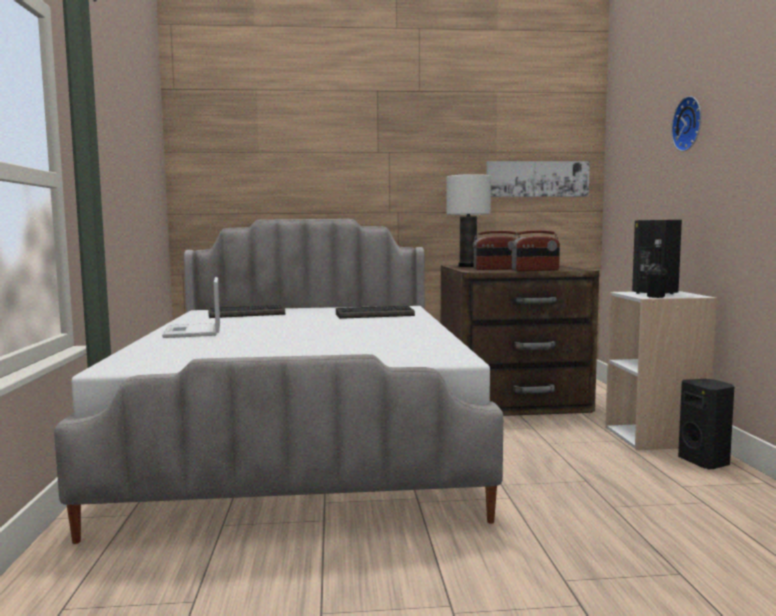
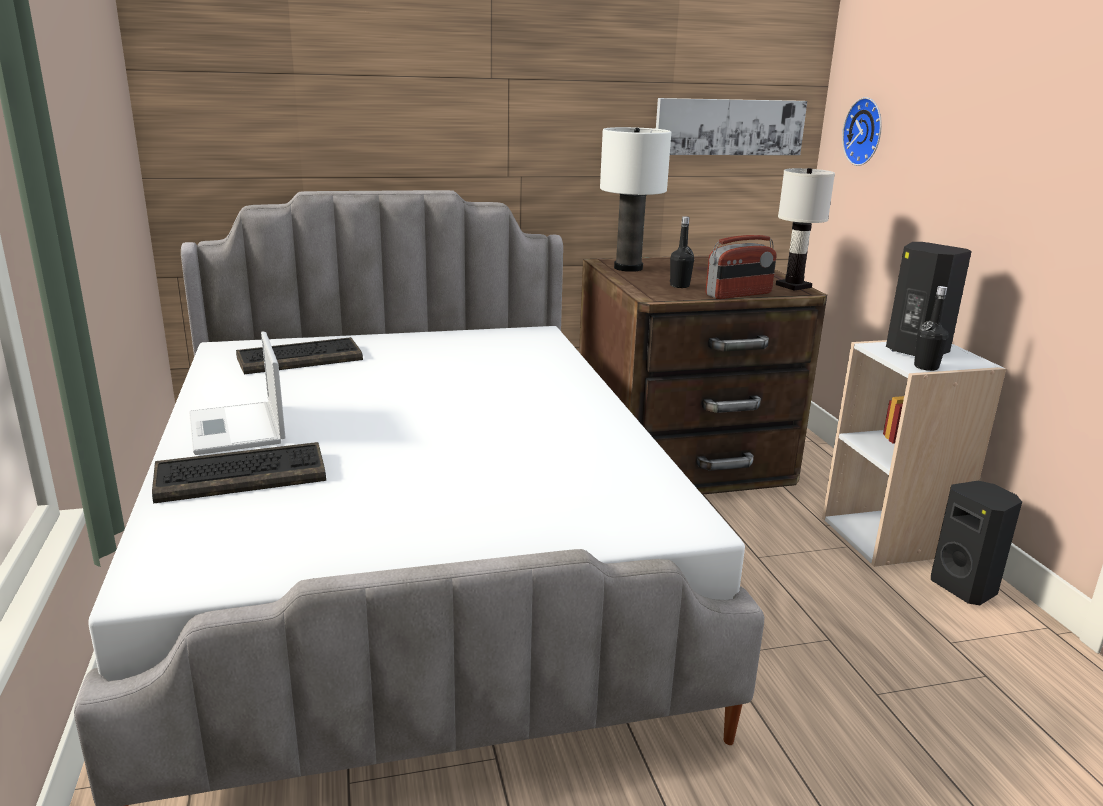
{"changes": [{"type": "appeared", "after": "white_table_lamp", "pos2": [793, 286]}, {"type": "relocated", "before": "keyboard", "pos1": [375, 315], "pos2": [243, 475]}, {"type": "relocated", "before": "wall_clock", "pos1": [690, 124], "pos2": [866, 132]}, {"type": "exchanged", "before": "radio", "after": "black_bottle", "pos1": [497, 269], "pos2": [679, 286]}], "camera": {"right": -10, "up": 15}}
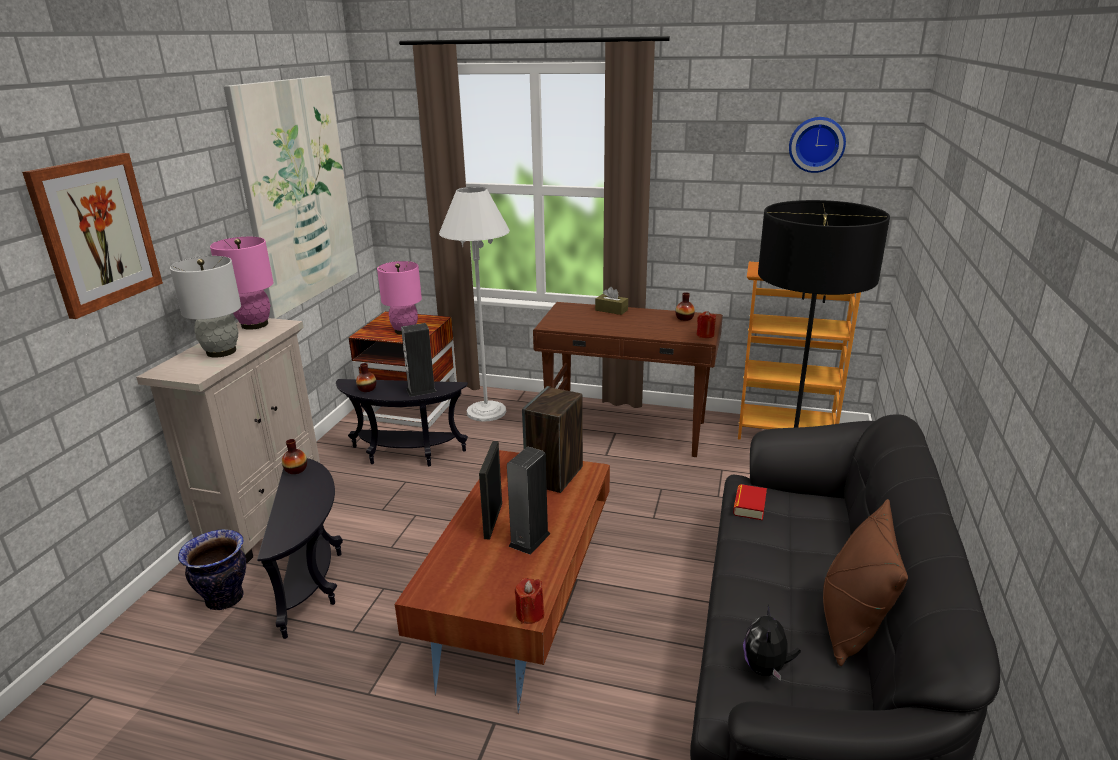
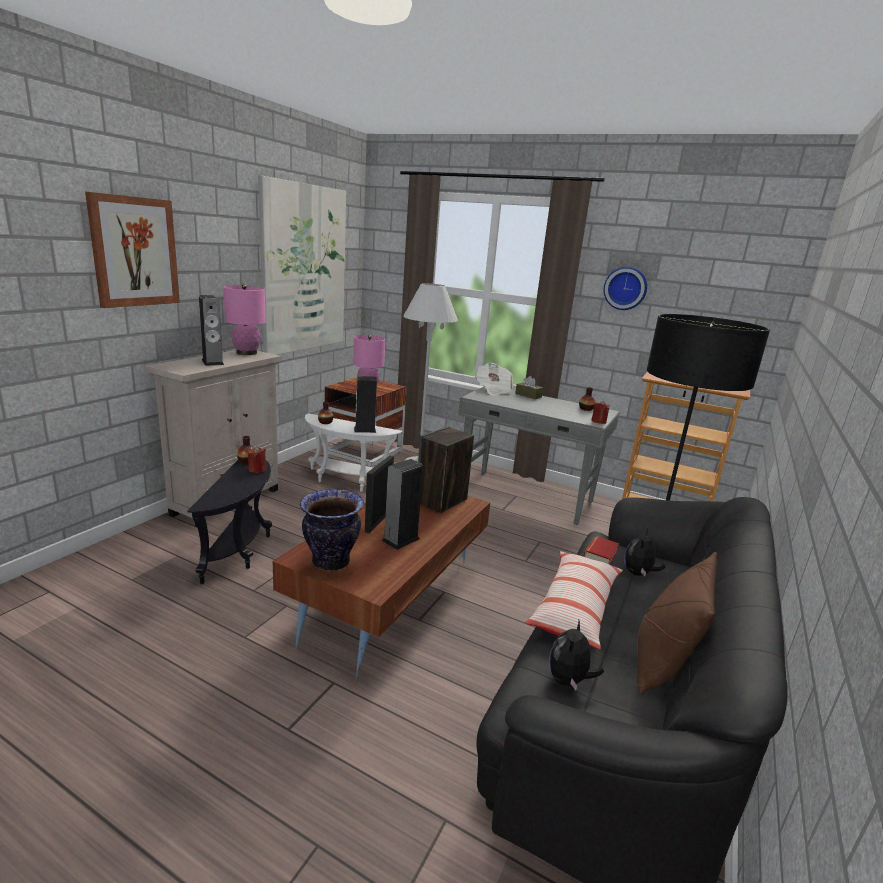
{"changes": [{"type": "appeared", "after": "newspaper", "pos2": [493, 390]}, {"type": "appeared", "after": "pillow", "pos2": [575, 608]}, {"type": "appeared", "after": "plush_toy", "pos2": [638, 573]}, {"type": "relocated", "before": "vase", "pos1": [224, 599], "pos2": [330, 562]}, {"type": "relocated", "before": "red_candle", "pos1": [530, 614], "pos2": [257, 469]}, {"type": "relocated", "before": "wall_clock", "pos1": [816, 144], "pos2": [625, 288]}, {"type": "exchanged", "before": "white_table_lamp", "after": "speaker", "pos1": [221, 351], "pos2": [212, 362]}, {"type": "colour", "before": "black_side_table", "after": "white_side_table", "pos1": [405, 455], "pos2": [346, 481]}, {"type": "colour", "before": "brown_console_table", "after": "grey_console_table", "pos1": [628, 430], "pos2": [526, 496]}], "camera": {"right": 10, "up": -5}}
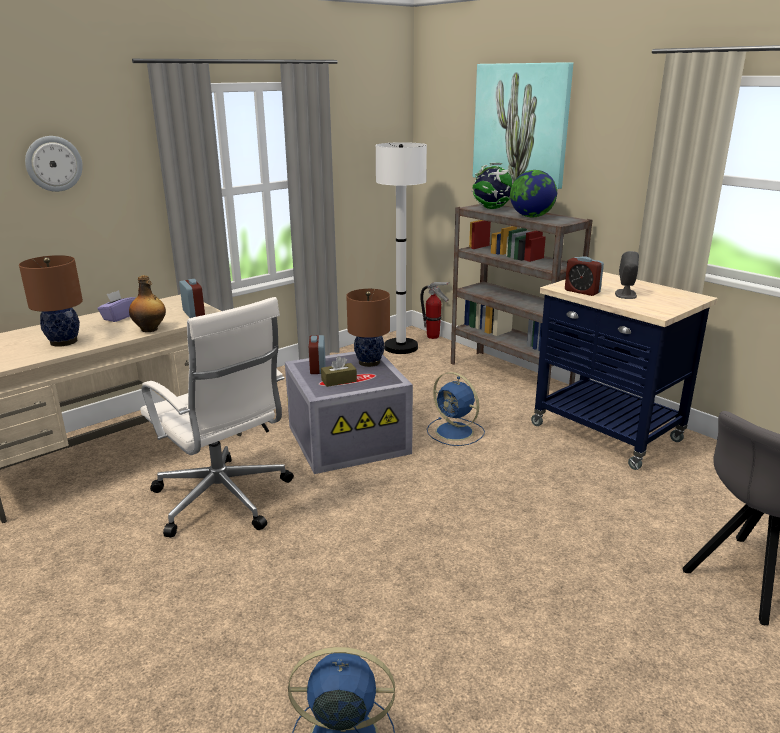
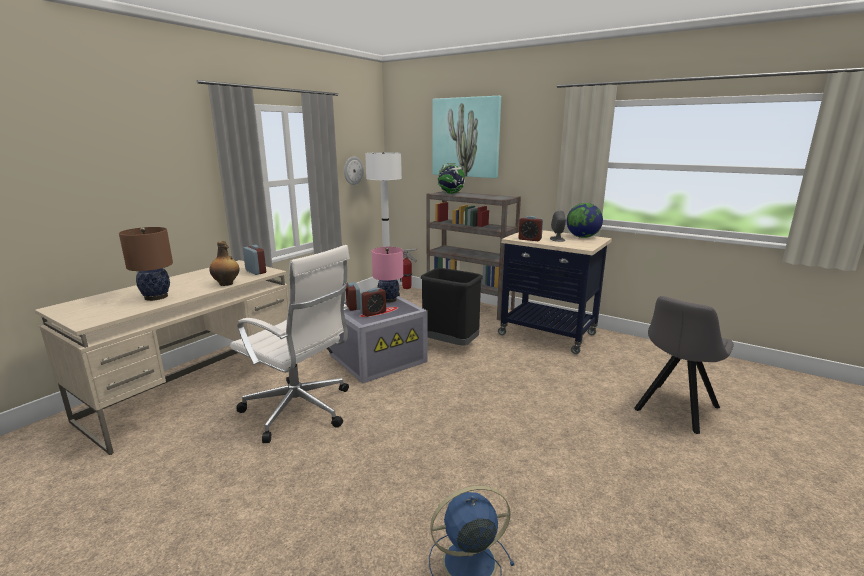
{"changes": [{"type": "missing", "before": "purple_tissue_box", "pos1": [119, 317]}, {"type": "relocated", "before": "wall_clock", "pos1": [53, 163], "pos2": [353, 170]}, {"type": "relocated", "before": "globe", "pos1": [531, 217], "pos2": [582, 237]}, {"type": "exchanged", "before": "brown_tissue_box", "after": "alarm_clock", "pos1": [339, 381], "pos2": [373, 313]}, {"type": "exchanged", "before": "blue_fan", "after": "black_trash_can", "pos1": [456, 432], "pos2": [451, 345]}, {"type": "colour", "before": "brown_table_lamp", "after": "pink_table_lamp", "pos1": [369, 362], "pos2": [388, 299]}], "camera": {"right": -15, "up": -5}}
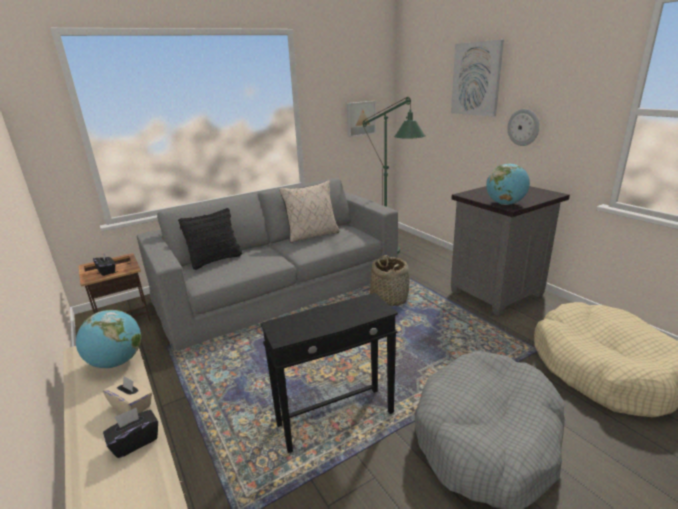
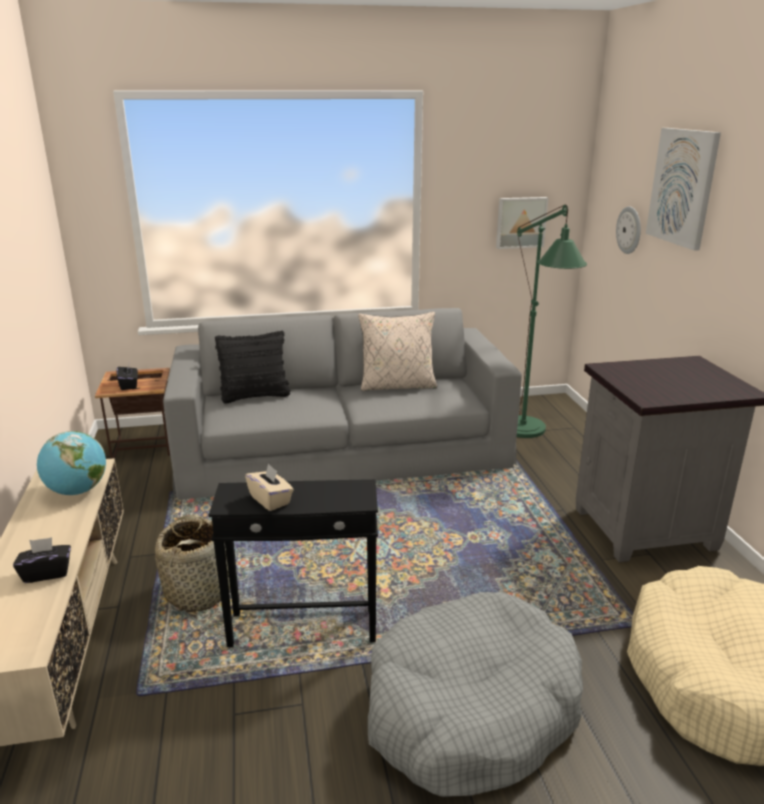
{"changes": [{"type": "missing", "before": "globe", "pos1": [505, 204]}, {"type": "relocated", "before": "beige_tissue_box", "pos1": [132, 406], "pos2": [270, 500]}, {"type": "relocated", "before": "basket", "pos1": [389, 298], "pos2": [199, 591]}, {"type": "relocated", "before": "wall_clock", "pos1": [523, 127], "pos2": [629, 230]}], "camera": {"right": 20, "up": 0}}
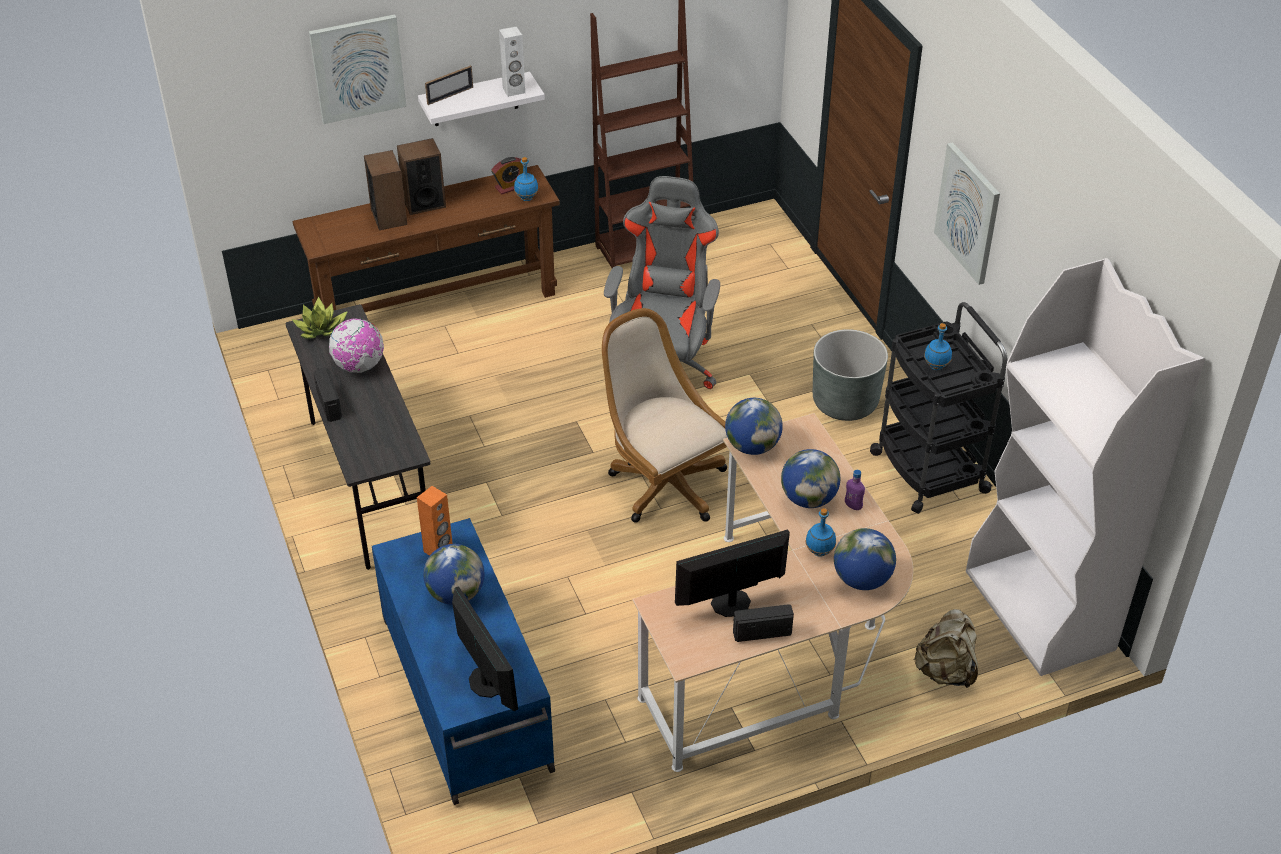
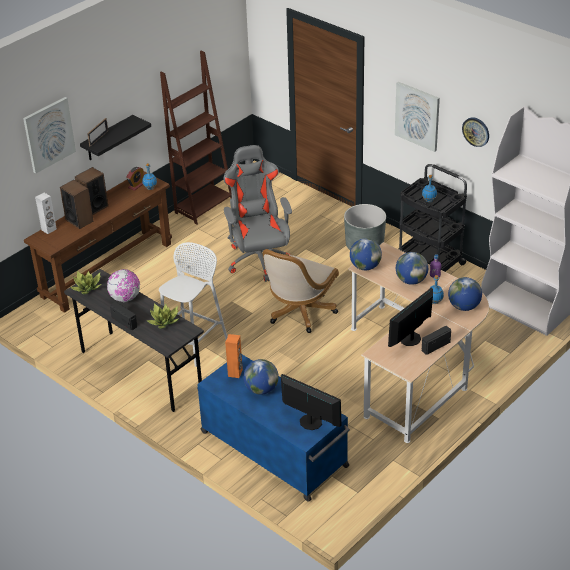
{"changes": [{"type": "missing", "before": "beige_backpack", "pos1": [945, 671]}, {"type": "appeared", "after": "potted_plant", "pos2": [164, 321]}, {"type": "appeared", "after": "white_stool", "pos2": [193, 344]}, {"type": "appeared", "after": "wall_clock", "pos2": [476, 131]}, {"type": "relocated", "before": "white_speaker", "pos1": [514, 90], "pos2": [49, 229]}, {"type": "colour", "before": "white_shelf", "after": "black_shelf", "pos1": [475, 100], "pos2": [108, 138]}, {"type": "spun", "before": "office_chair", "pos1": [663, 480], "pos2": [299, 314], "turn": -90}], "camera": {"right": -25, "up": -5}}
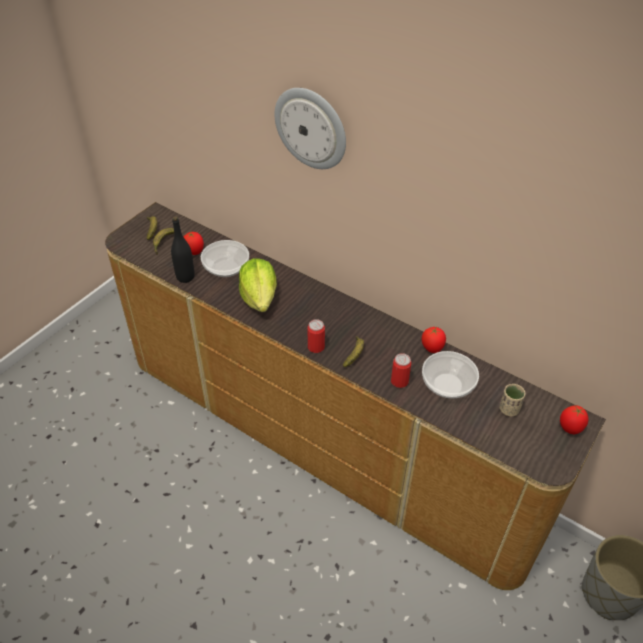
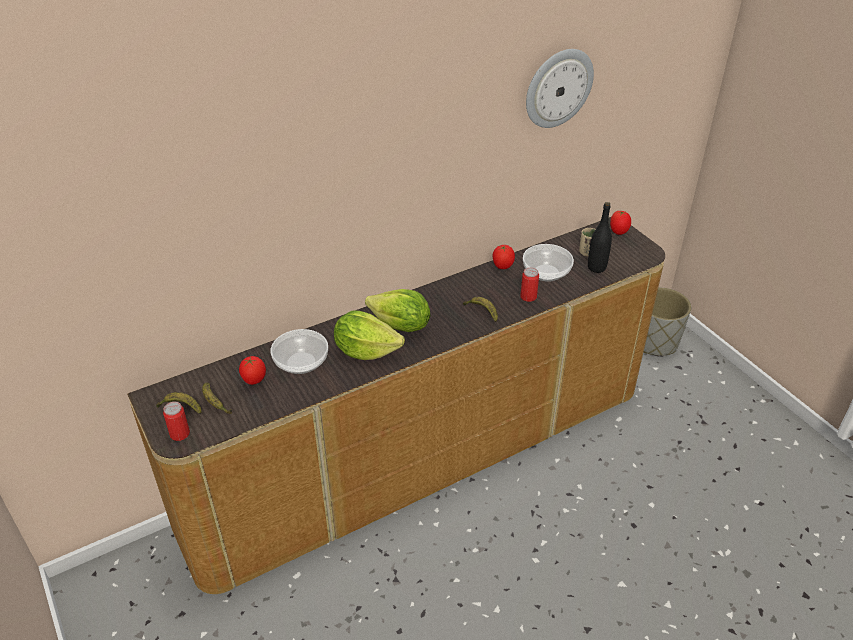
{"changes": [{"type": "appeared", "after": "lettuce", "pos2": [401, 326]}, {"type": "relocated", "before": "black_bottle", "pos1": [185, 277], "pos2": [596, 267]}, {"type": "relocated", "before": "wall_clock", "pos1": [311, 128], "pos2": [558, 88]}, {"type": "relocated", "before": "can", "pos1": [316, 347], "pos2": [180, 434]}], "camera": {"right": -65, "up": -5}}
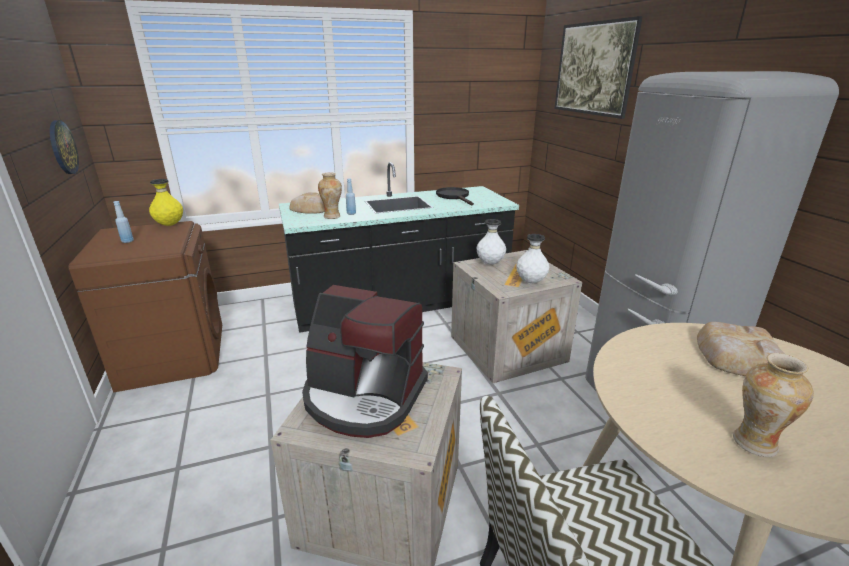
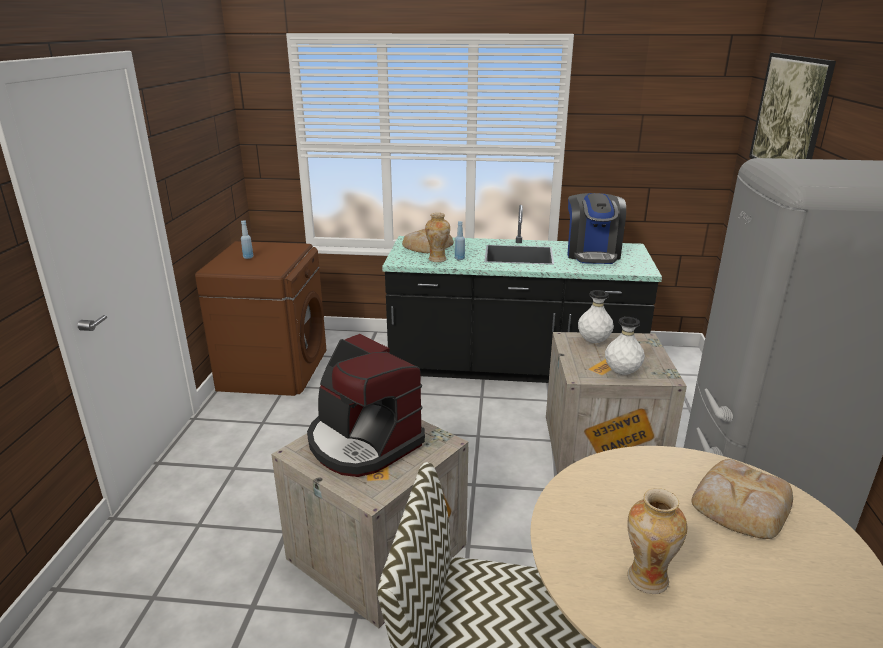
{"changes": [{"type": "missing", "before": "wall_clock", "pos1": [62, 147]}, {"type": "missing", "before": "yellow_vase", "pos1": [170, 225]}, {"type": "exchanged", "before": "black_frying_pan", "after": "coffee_machine", "pos1": [454, 197], "pos2": [592, 254]}], "camera": {"right": 25, "up": 0}}
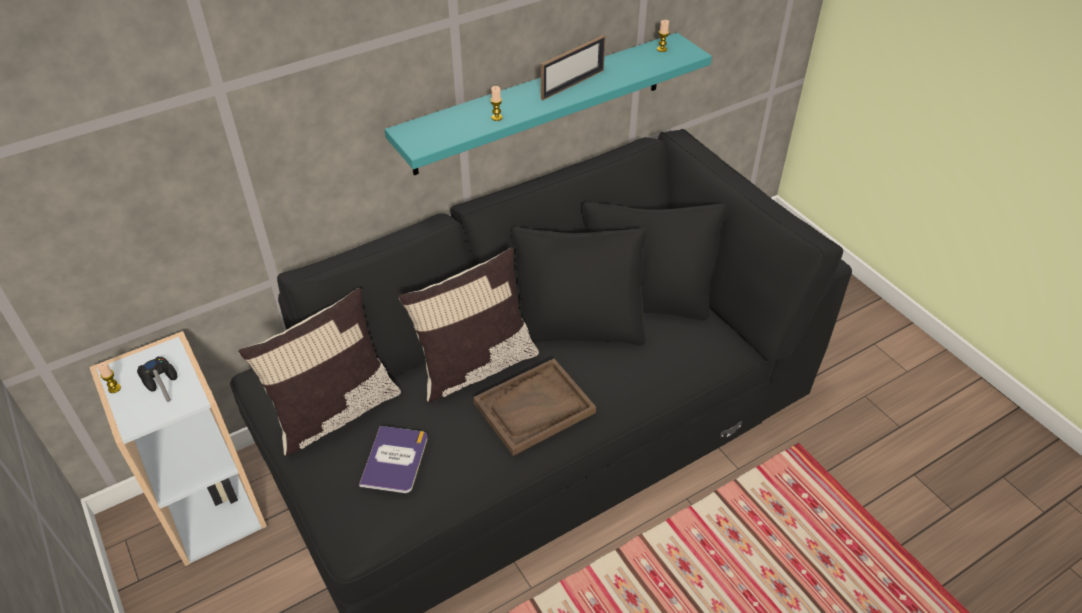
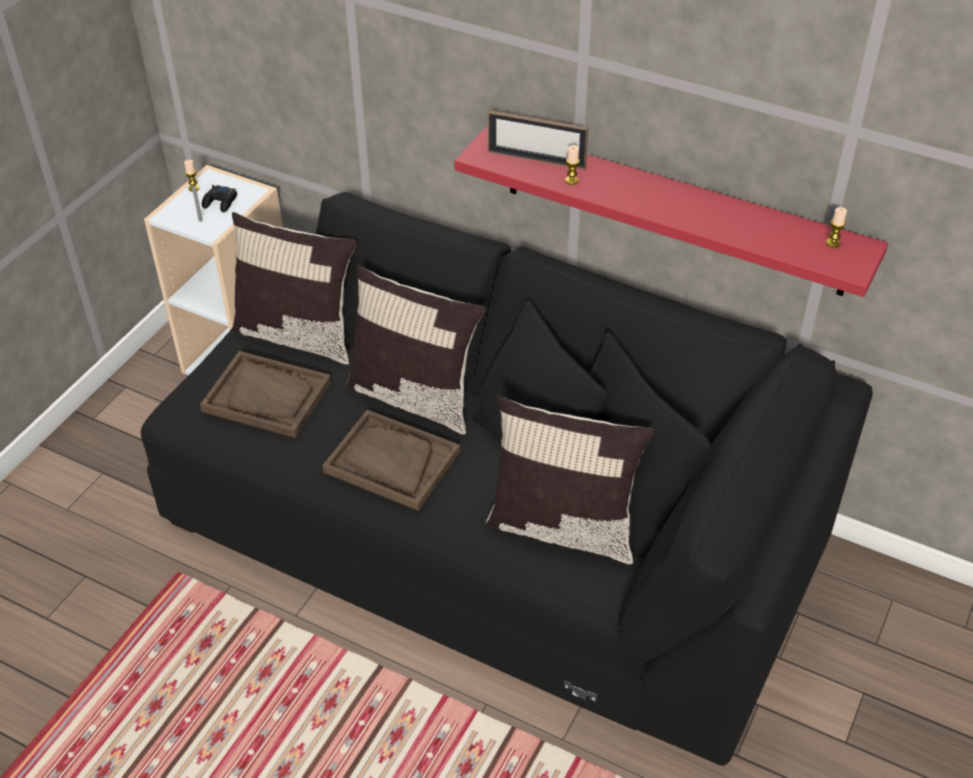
{"changes": [{"type": "appeared", "after": "pillow", "pos2": [563, 527]}, {"type": "relocated", "before": "picture_frame", "pos1": [572, 84], "pos2": [536, 159]}, {"type": "exchanged", "before": "book", "after": "brown_tray", "pos1": [395, 460], "pos2": [267, 396]}, {"type": "colour", "before": "turquoise_shelf", "after": "red_shelf", "pos1": [541, 103], "pos2": [673, 211]}], "camera": {"right": 60, "up": 0}}
